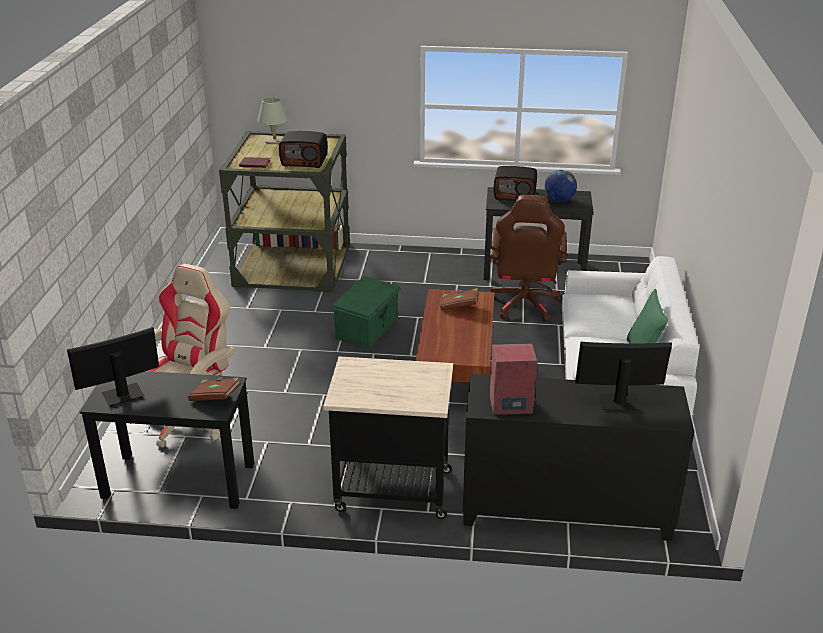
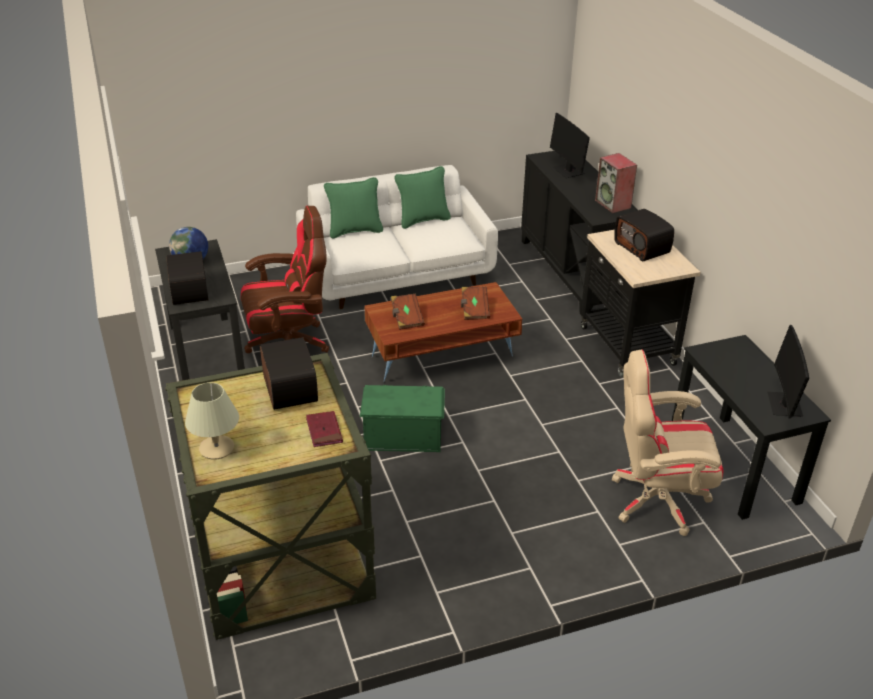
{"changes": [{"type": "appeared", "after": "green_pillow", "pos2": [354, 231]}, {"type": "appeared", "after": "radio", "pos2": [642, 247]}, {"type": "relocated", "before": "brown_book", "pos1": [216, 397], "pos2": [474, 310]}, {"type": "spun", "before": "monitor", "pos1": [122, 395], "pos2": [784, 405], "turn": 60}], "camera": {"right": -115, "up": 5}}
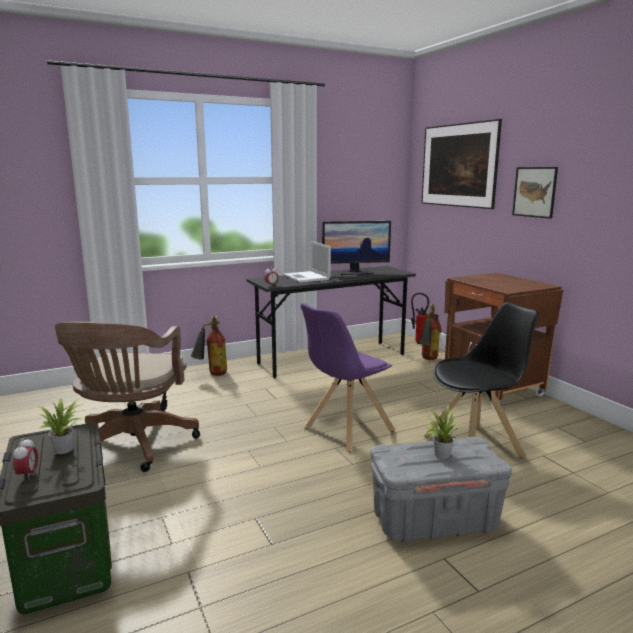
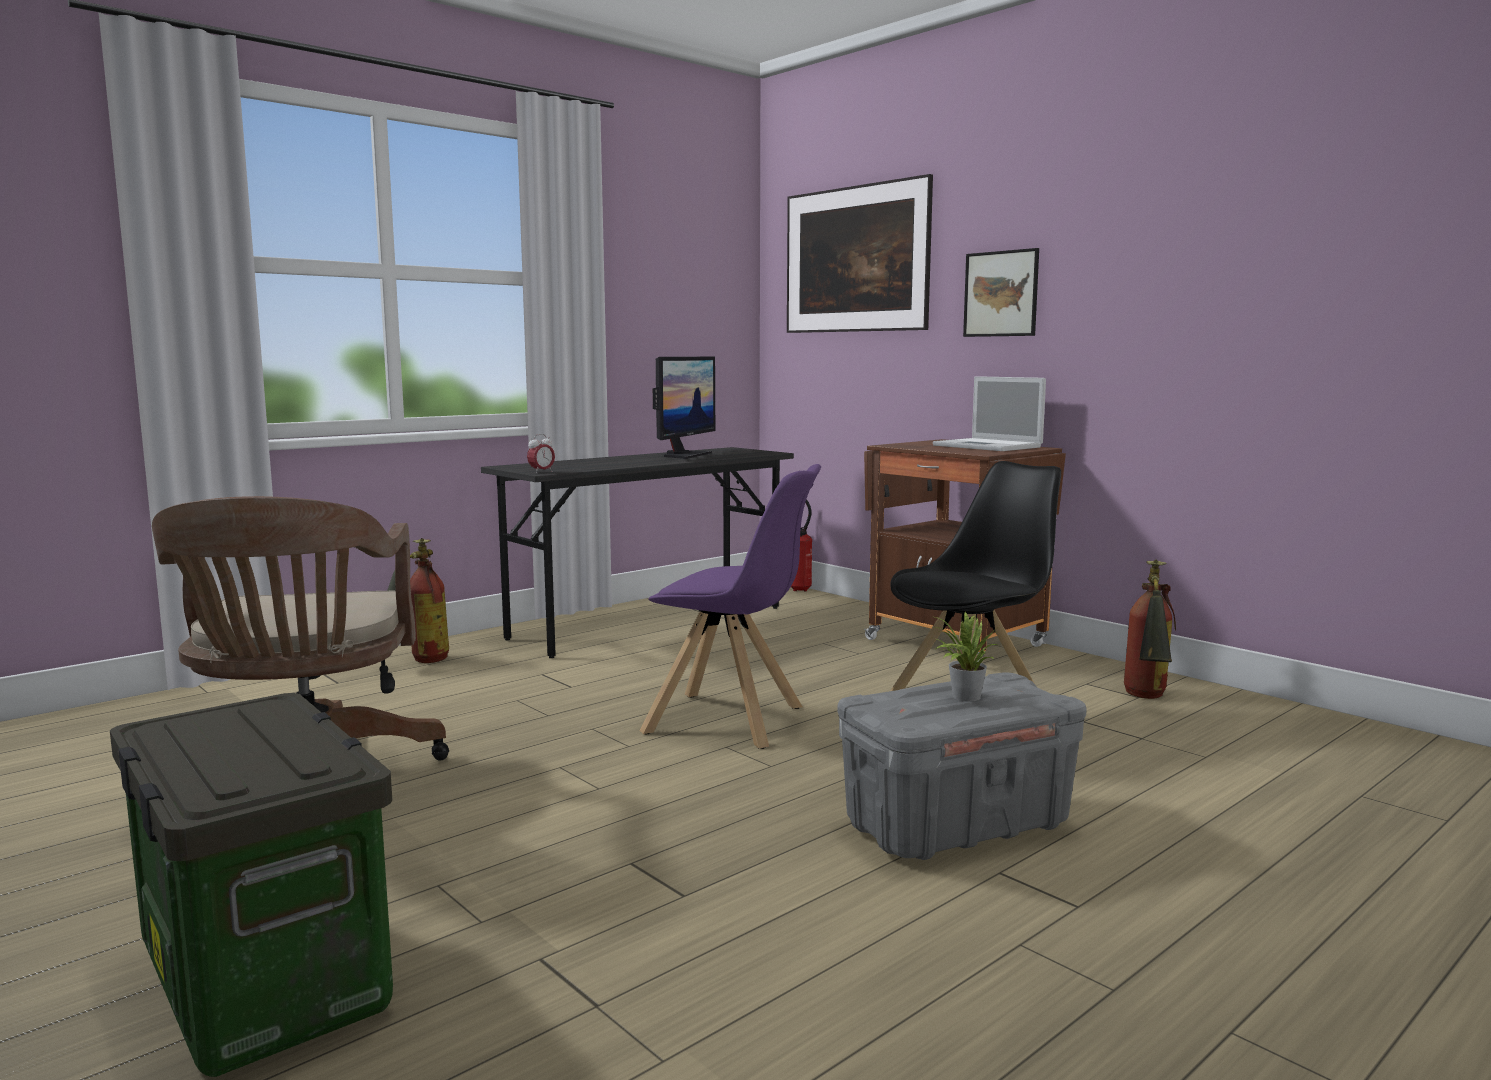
{"changes": [{"type": "missing", "before": "alarm_clock", "pos1": [28, 475]}, {"type": "missing", "before": "potted_plant", "pos1": [66, 449]}, {"type": "relocated", "before": "laptop", "pos1": [307, 277], "pos2": [989, 446]}, {"type": "relocated", "before": "fire_extinguisher", "pos1": [427, 360], "pos2": [1146, 699]}, {"type": "spun", "before": "purple_chair", "pos1": [346, 430], "pos2": [732, 720], "turn": -105}, {"type": "spun", "before": "monitor", "pos1": [355, 272], "pos2": [684, 455], "turn": -45}], "camera": {"right": -15, "up": -5}}
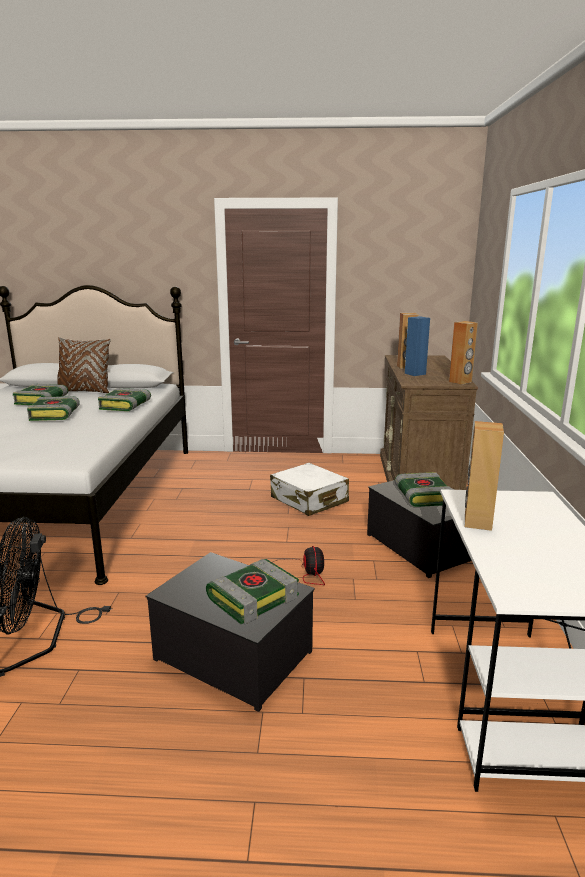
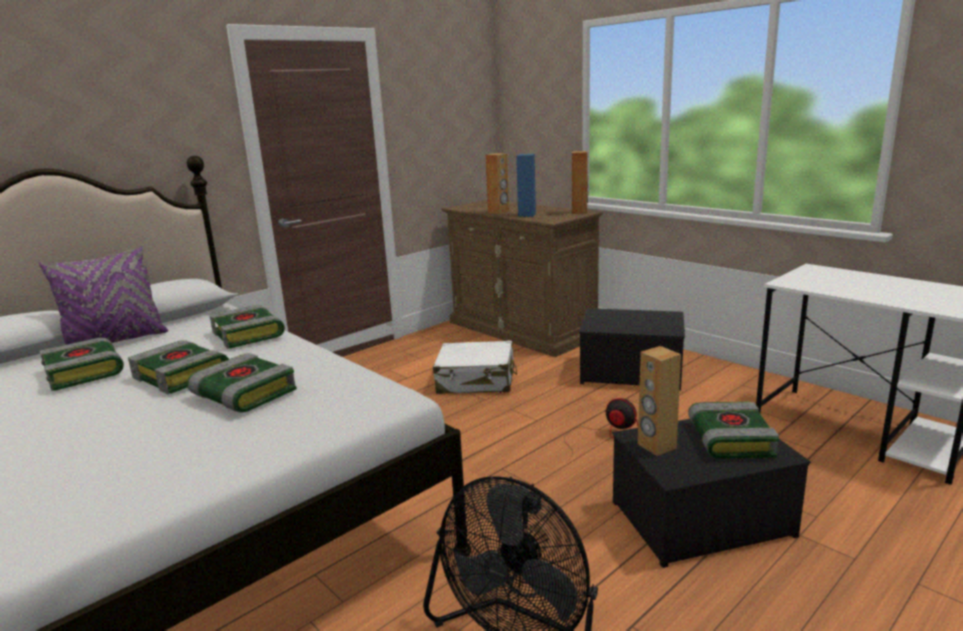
{"changes": [{"type": "relocated", "before": "book", "pos1": [421, 496], "pos2": [242, 394]}, {"type": "relocated", "before": "brown_speaker", "pos1": [477, 522], "pos2": [656, 446]}, {"type": "colour", "before": "brown_pillow", "after": "purple_pillow", "pos1": [85, 391], "pos2": [116, 342]}], "camera": {"right": -45, "up": 0}}
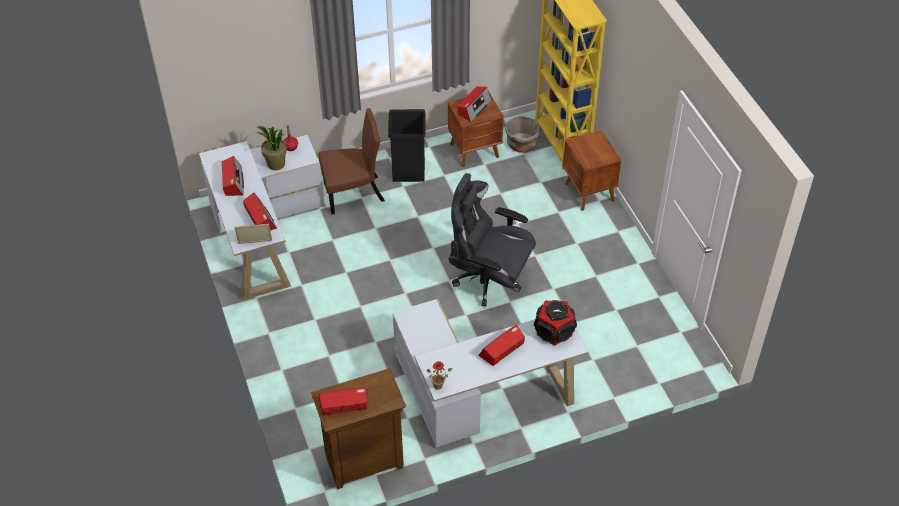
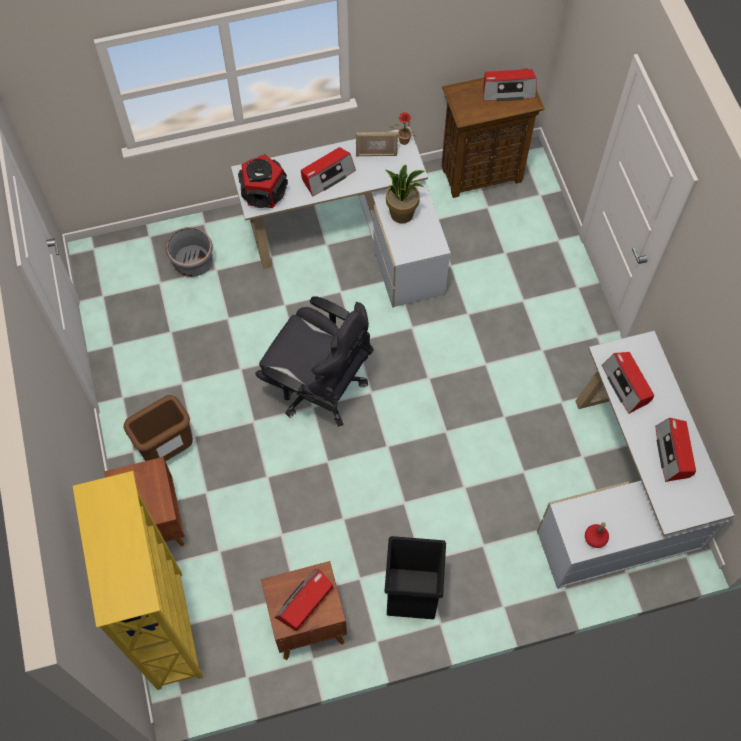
{"changes": [{"type": "missing", "before": "brown_chair", "pos1": [352, 194]}, {"type": "appeared", "after": "brown_trash_can", "pos2": [168, 451]}, {"type": "relocated", "before": "picture_frame", "pos1": [255, 242], "pos2": [376, 154]}, {"type": "relocated", "before": "potted_plant", "pos1": [276, 164], "pos2": [402, 213]}, {"type": "relocated", "before": "grey_planter", "pos1": [521, 144], "pos2": [193, 262]}], "camera": {"right": -175, "up": 15}}
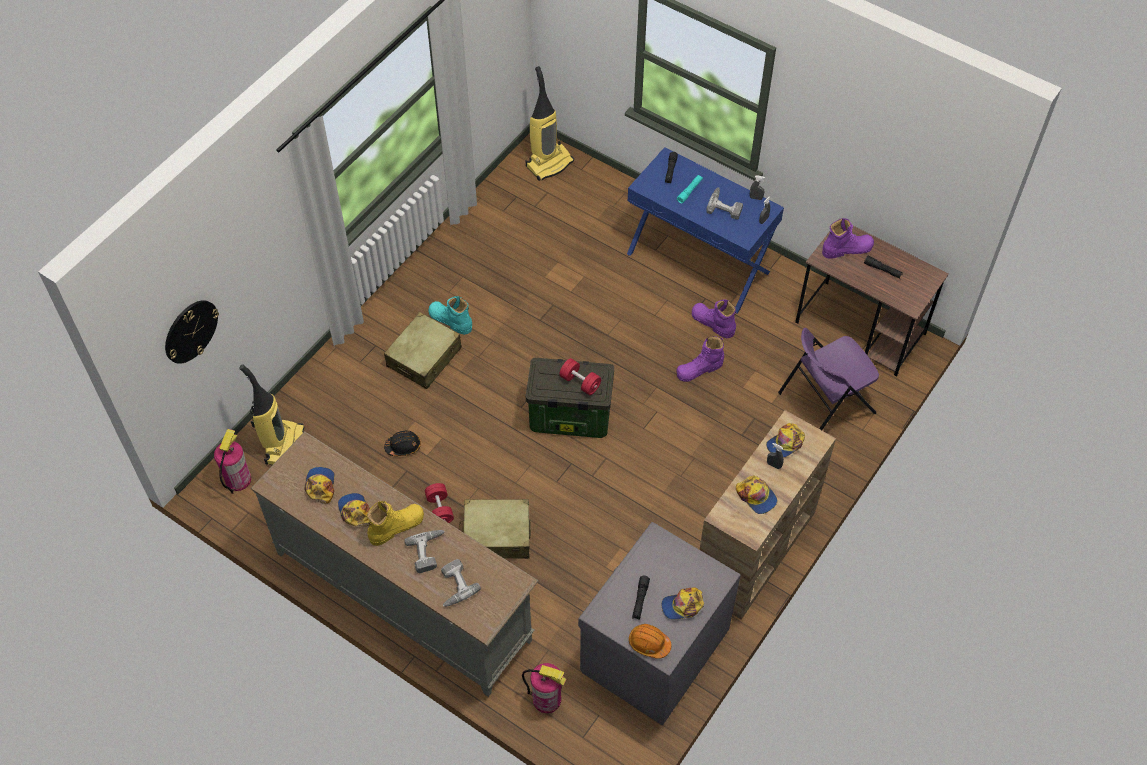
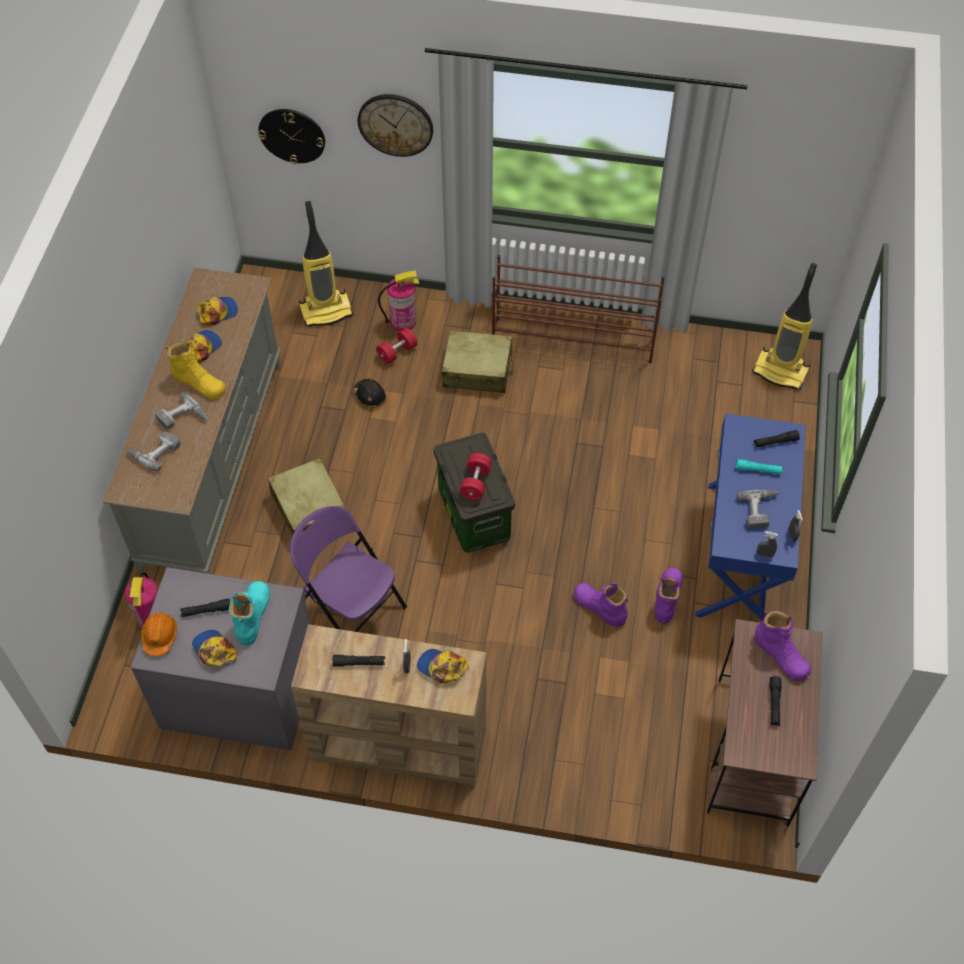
{"changes": [{"type": "appeared", "after": "wall_clock", "pos2": [395, 124]}, {"type": "appeared", "after": "brown_shoe_rack", "pos2": [574, 340]}, {"type": "relocated", "before": "fire_extinguisher", "pos1": [238, 479], "pos2": [403, 321]}, {"type": "relocated", "before": "red_dumbbell", "pos1": [440, 509], "pos2": [397, 352]}, {"type": "relocated", "before": "turquoise_boot", "pos1": [450, 320], "pos2": [252, 615]}, {"type": "relocated", "before": "purple_chair", "pos1": [826, 402], "pos2": [350, 610]}, {"type": "exchanged", "before": "cap", "after": "black_flashlight", "pos1": [756, 496], "pos2": [359, 663]}], "camera": {"right": 65, "up": 0}}
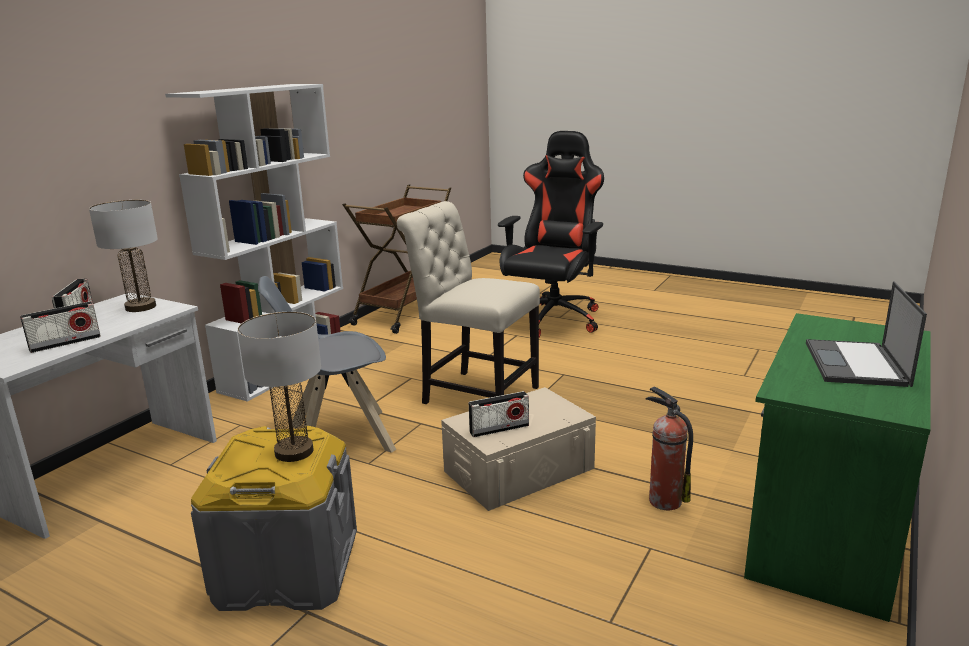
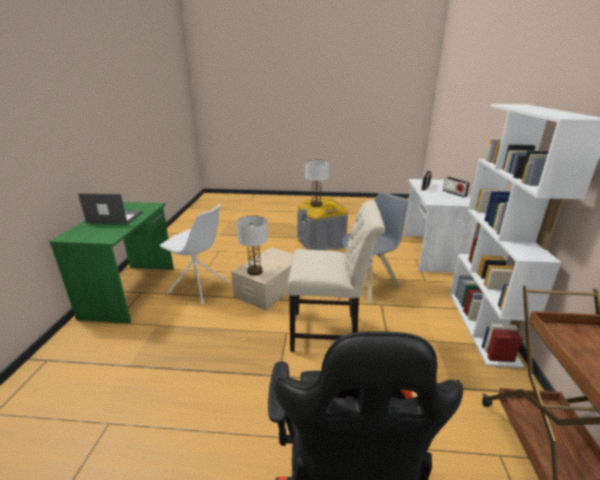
{"changes": [{"type": "missing", "before": "radio", "pos1": [499, 429]}, {"type": "relocated", "before": "table_lamp", "pos1": [141, 307], "pos2": [254, 271]}, {"type": "exchanged", "before": "fire_extinguisher", "after": "white_chair", "pos1": [663, 500], "pos2": [199, 288]}, {"type": "spun", "before": "laptop", "pos1": [856, 364], "pos2": [114, 218], "turn": -75}], "camera": {"right": 155, "up": 5}}
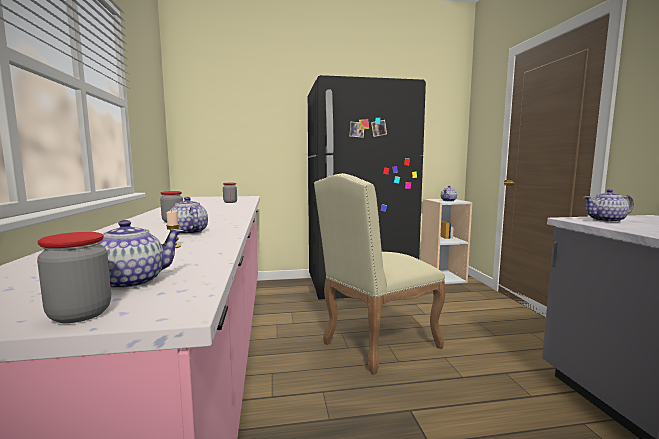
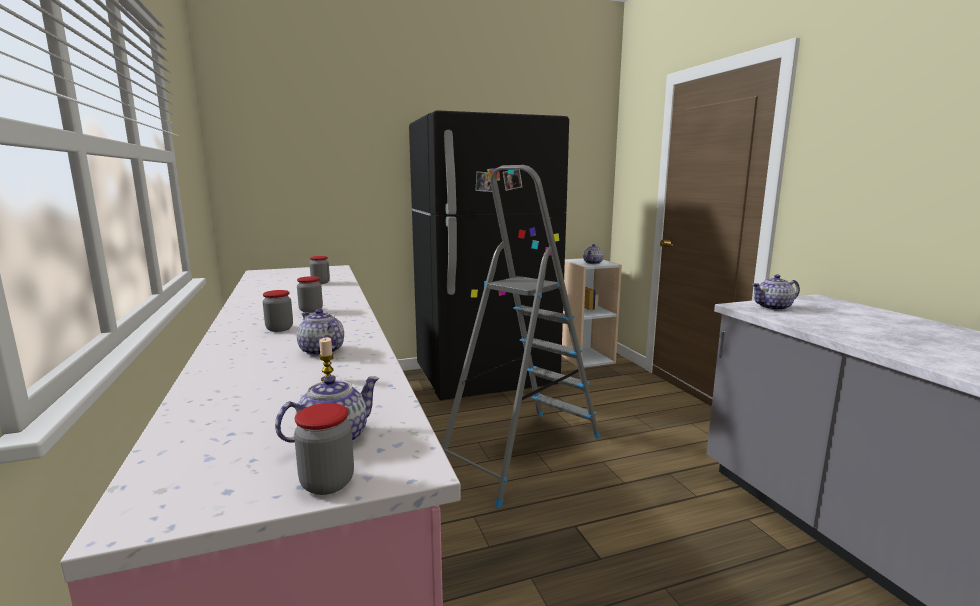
{"changes": [{"type": "appeared", "after": "jar", "pos2": [311, 310]}, {"type": "exchanged", "before": "beige_chair", "after": "grey_step_ladder", "pos1": [376, 344], "pos2": [523, 452]}], "camera": {"right": -10, "up": 5}}
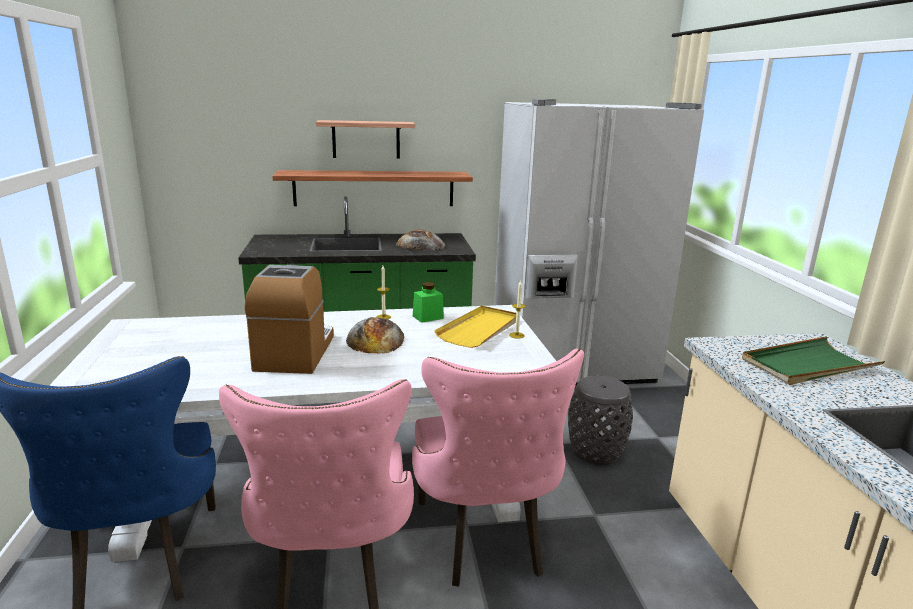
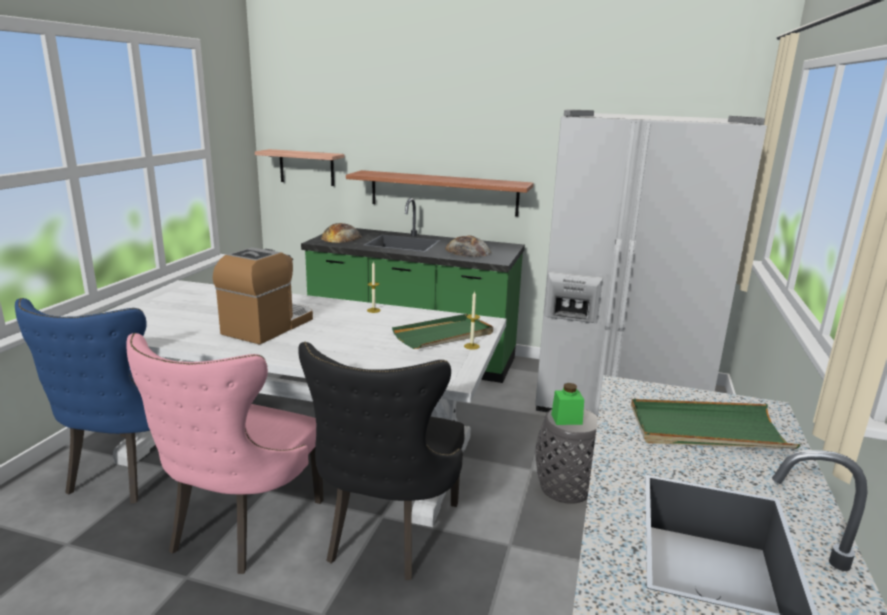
{"changes": [{"type": "relocated", "before": "shelf", "pos1": [366, 139], "pos2": [306, 167]}, {"type": "relocated", "before": "bread", "pos1": [376, 339], "pos2": [341, 237]}, {"type": "relocated", "before": "green_jar", "pos1": [428, 317], "pos2": [566, 419]}, {"type": "colour", "before": "pink_chair", "after": "black_chair", "pos1": [484, 538], "pos2": [387, 532]}, {"type": "colour", "before": "yellow_tray", "after": "green_tray", "pos1": [480, 329], "pos2": [444, 335]}], "camera": {"right": 25, "up": 0}}
